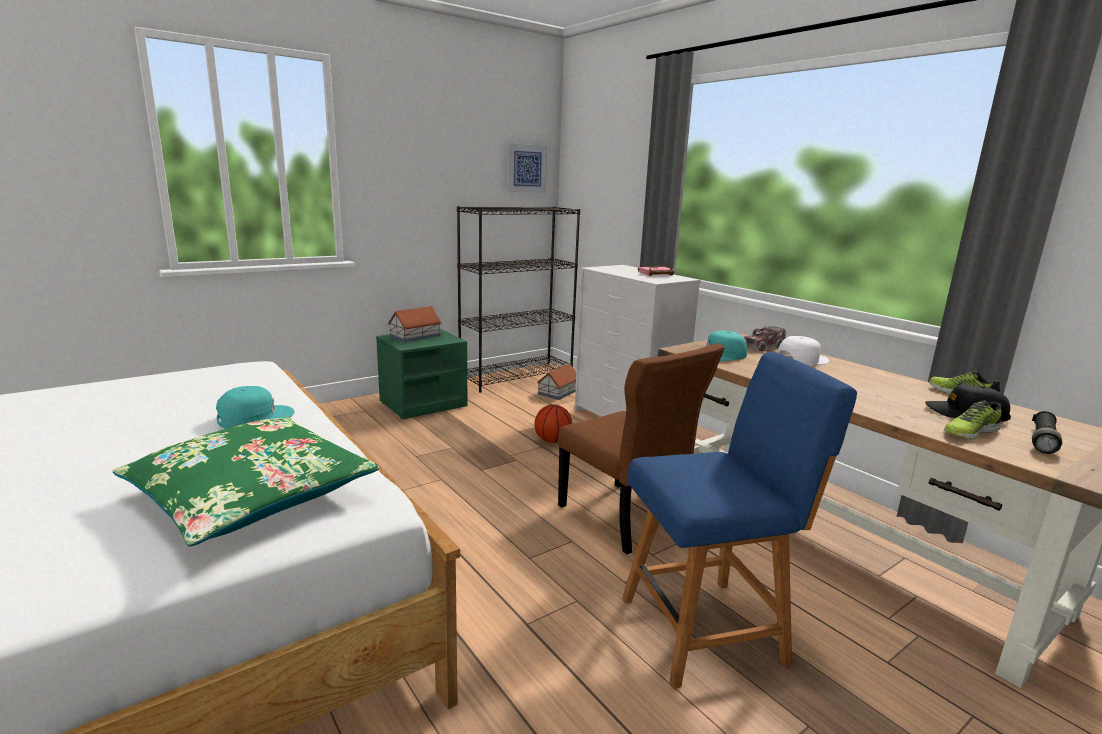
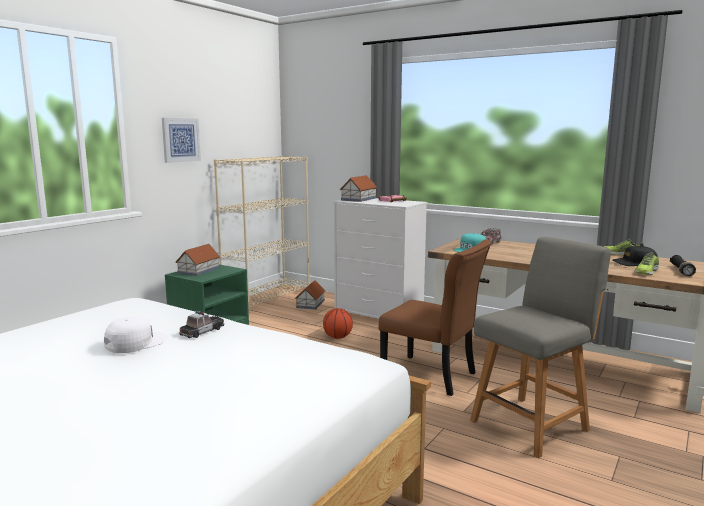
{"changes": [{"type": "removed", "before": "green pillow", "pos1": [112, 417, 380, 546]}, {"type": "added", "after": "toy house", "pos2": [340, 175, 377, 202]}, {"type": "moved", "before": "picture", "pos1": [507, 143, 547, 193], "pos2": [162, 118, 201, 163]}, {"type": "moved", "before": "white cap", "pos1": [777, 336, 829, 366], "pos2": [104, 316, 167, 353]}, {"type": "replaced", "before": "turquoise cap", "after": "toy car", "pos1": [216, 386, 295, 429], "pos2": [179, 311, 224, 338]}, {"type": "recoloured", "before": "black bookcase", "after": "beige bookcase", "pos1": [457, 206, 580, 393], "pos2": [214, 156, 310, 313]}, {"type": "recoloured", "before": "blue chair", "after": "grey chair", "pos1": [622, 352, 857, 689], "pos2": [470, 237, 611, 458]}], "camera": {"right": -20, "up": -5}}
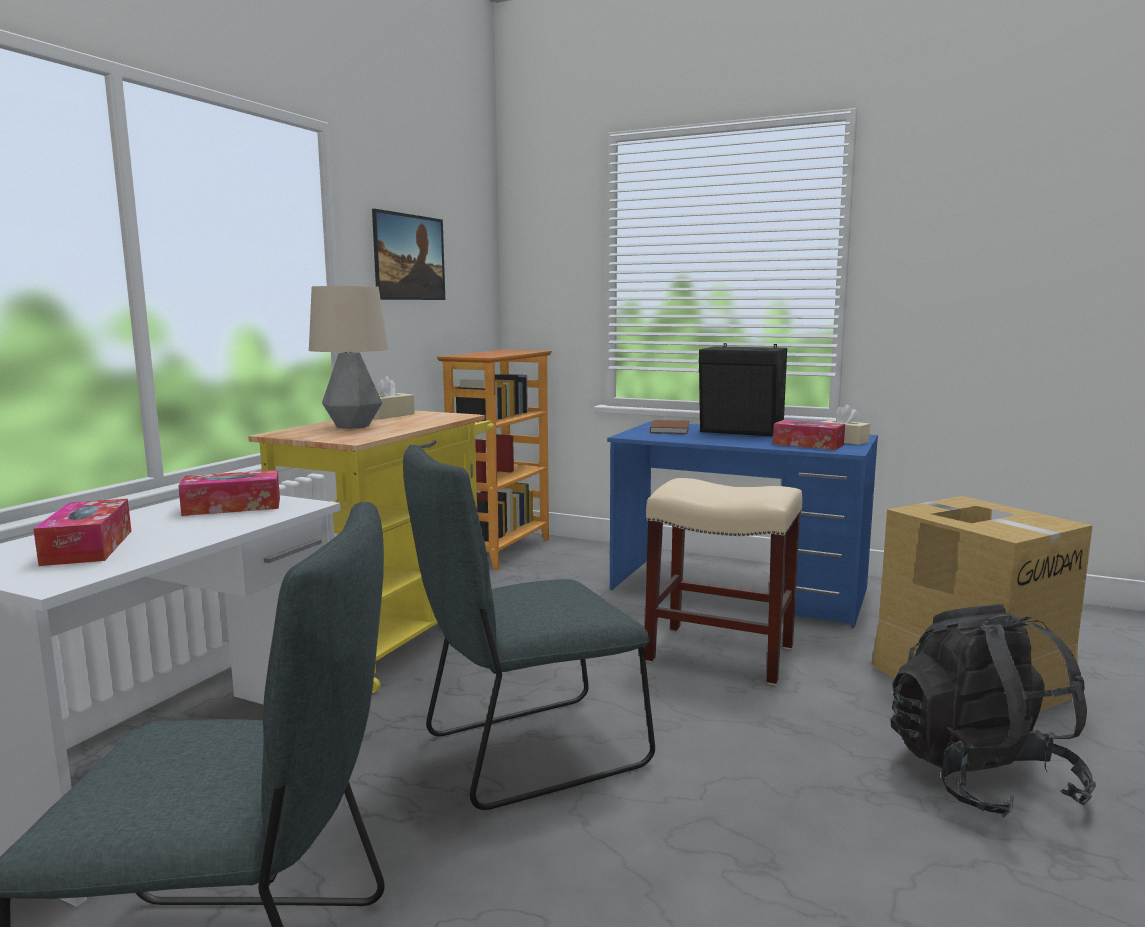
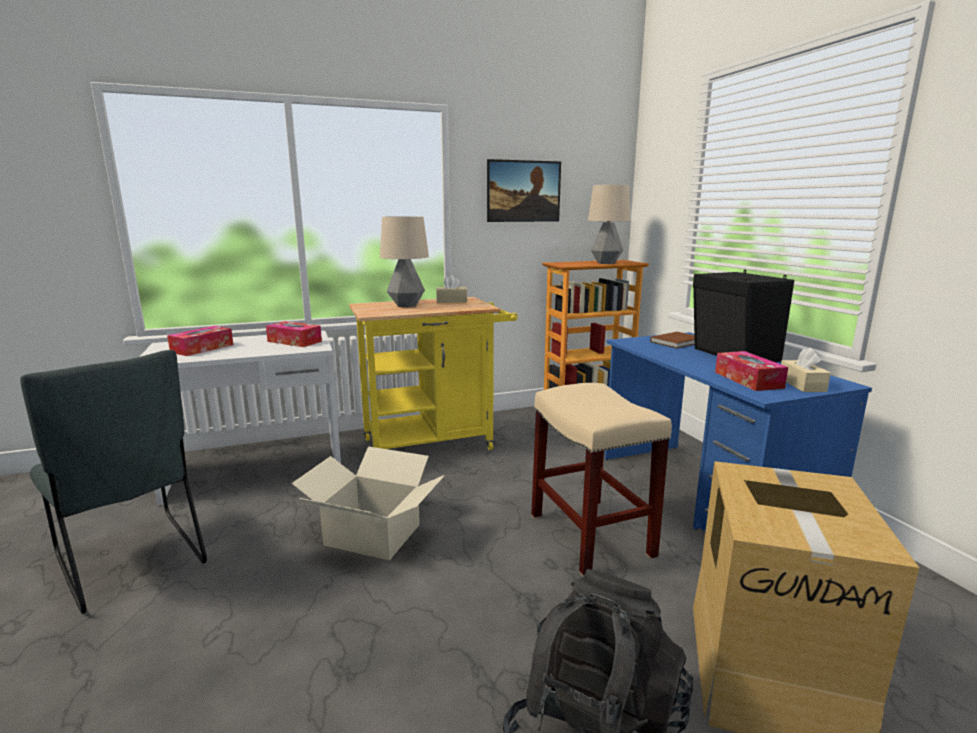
{"changes": [{"type": "added", "after": "table lamp", "pos2": [588, 185, 630, 264]}, {"type": "replaced", "before": "grey chair", "after": "cardboard box", "pos1": [403, 445, 655, 810], "pos2": [291, 446, 445, 560]}], "camera": {"right": 45, "up": 5}}
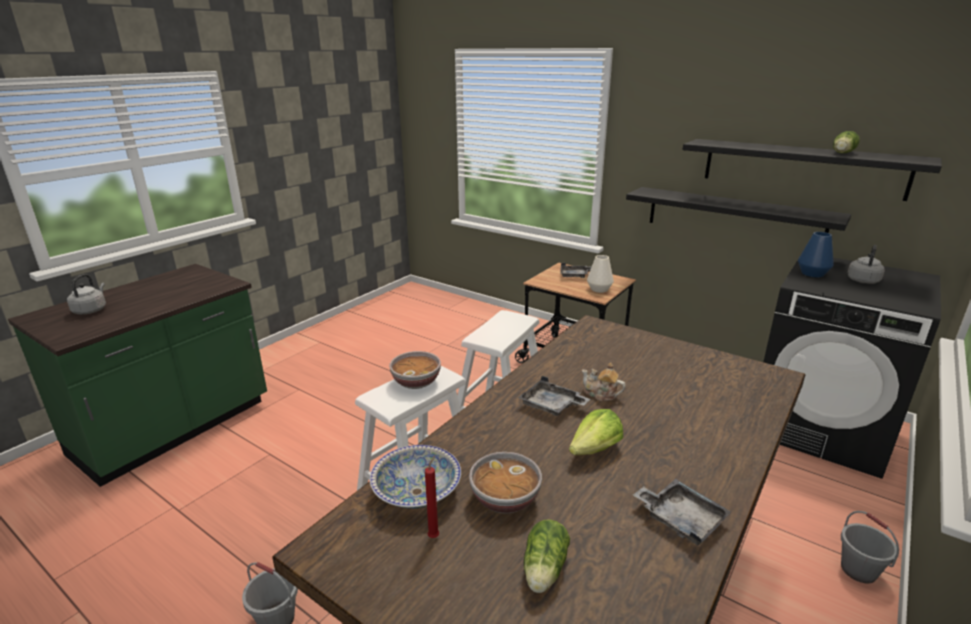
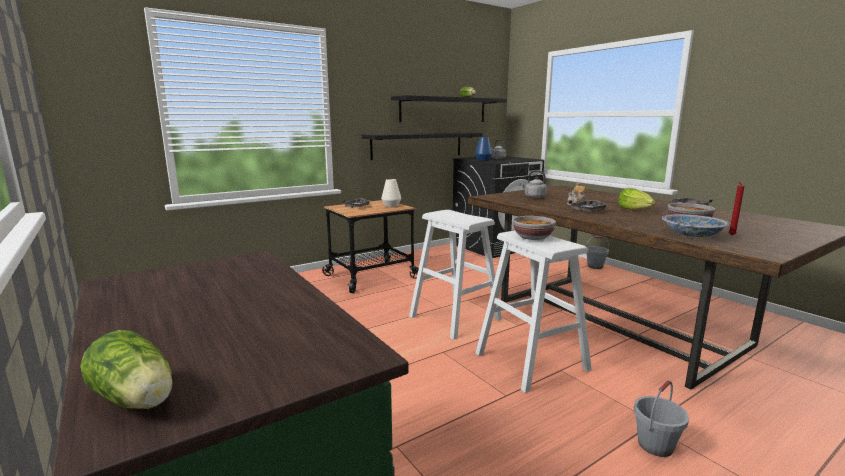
{"changes": [{"type": "moved", "before": "grey kettle", "pos1": [67, 274, 106, 315], "pos2": [520, 171, 547, 198]}, {"type": "moved", "before": "lettuce", "pos1": [524, 519, 570, 593], "pos2": [80, 330, 172, 409]}], "camera": {"right": -70, "up": -10}}
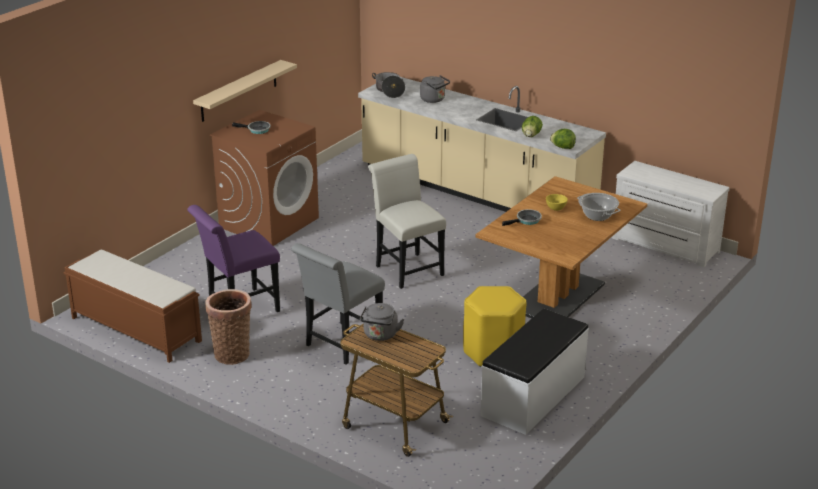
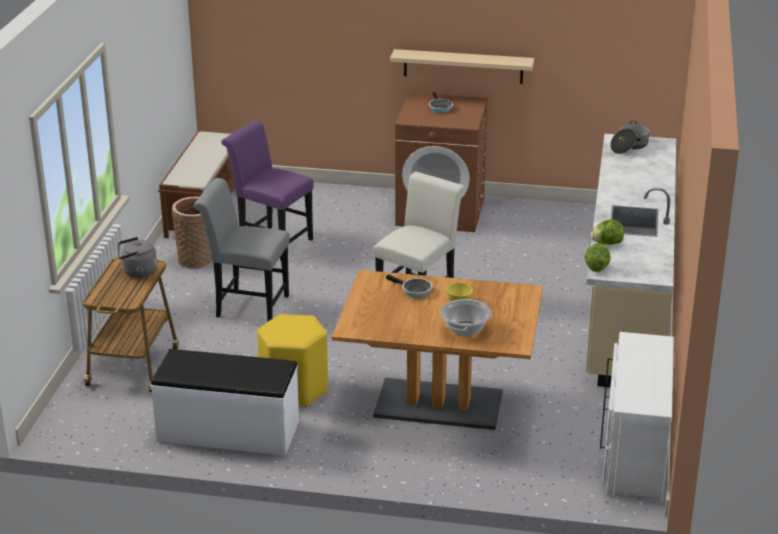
{"changes": [{"type": "removed", "before": "grey kettle", "pos1": [420, 75, 450, 103]}], "camera": {"right": 65, "up": 0}}
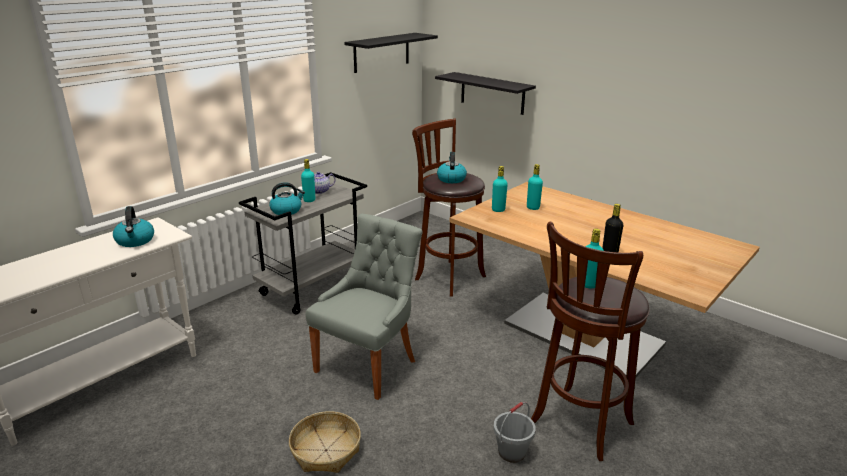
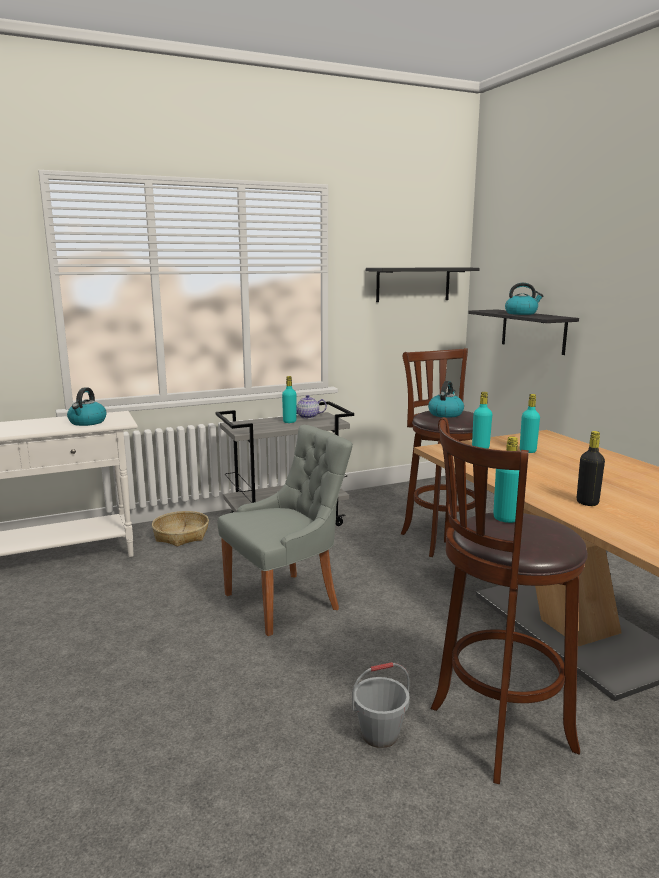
{"changes": [{"type": "moved", "before": "kettle", "pos1": [270, 182, 305, 215], "pos2": [505, 283, 544, 315]}, {"type": "moved", "before": "basket", "pos1": [289, 411, 361, 473], "pos2": [152, 511, 209, 546]}], "camera": {"right": 25, "up": -10}}
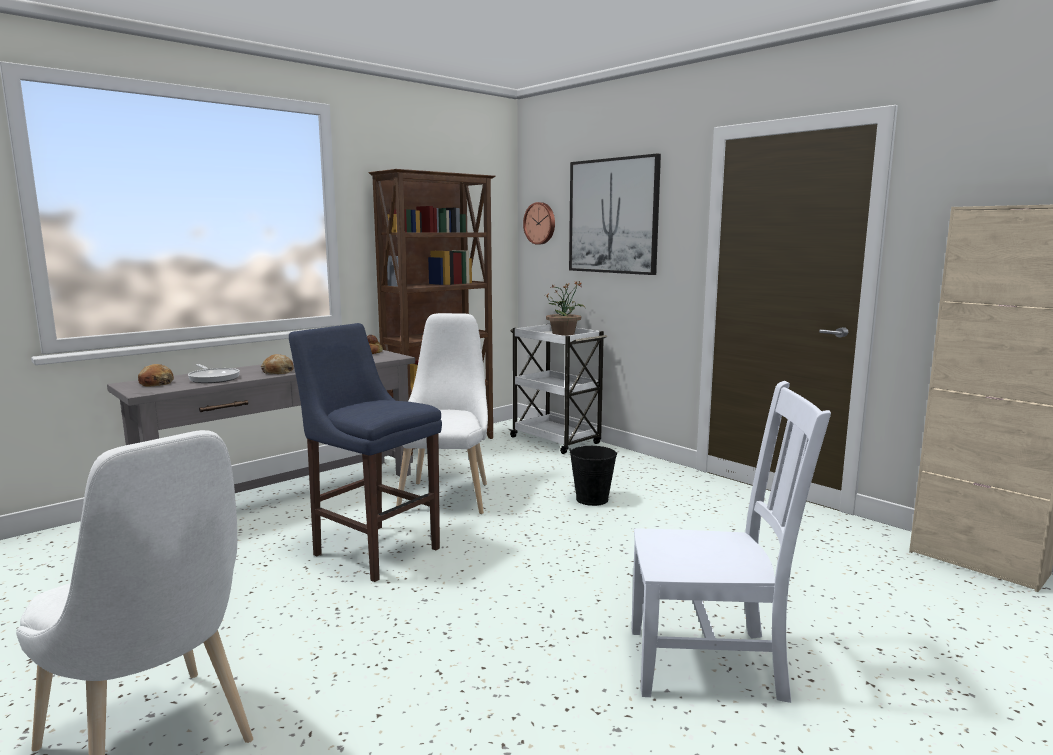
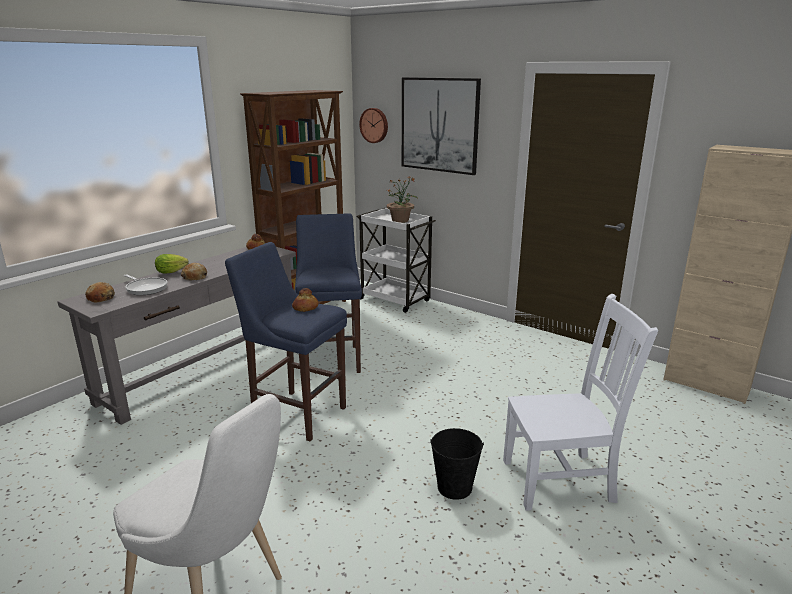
{"changes": [{"type": "added", "after": "lettuce", "pos2": [155, 254, 189, 274]}, {"type": "added", "after": "bread", "pos2": [292, 288, 319, 312]}, {"type": "moved", "before": "black bucket", "pos1": [569, 446, 617, 506], "pos2": [430, 428, 484, 500]}, {"type": "replaced", "before": "white chair", "after": "blue stool", "pos1": [396, 313, 488, 514], "pos2": [294, 213, 362, 373]}], "camera": {"right": -10, "up": 10}}
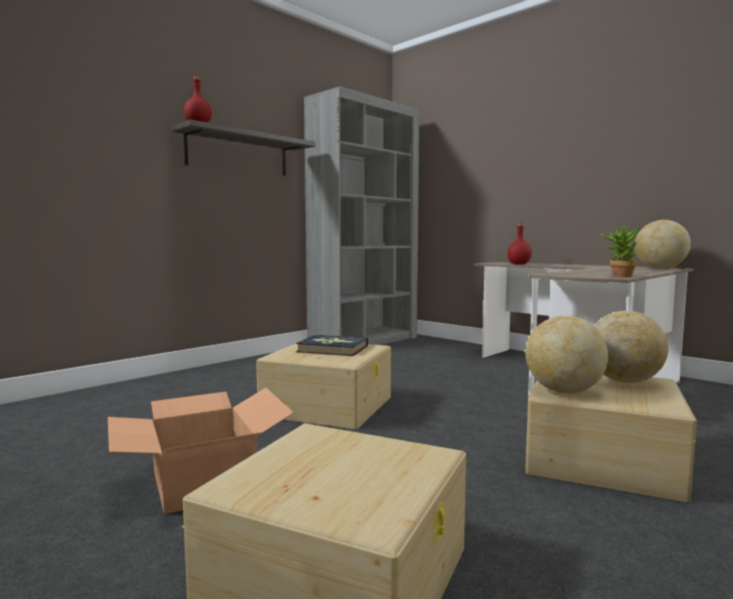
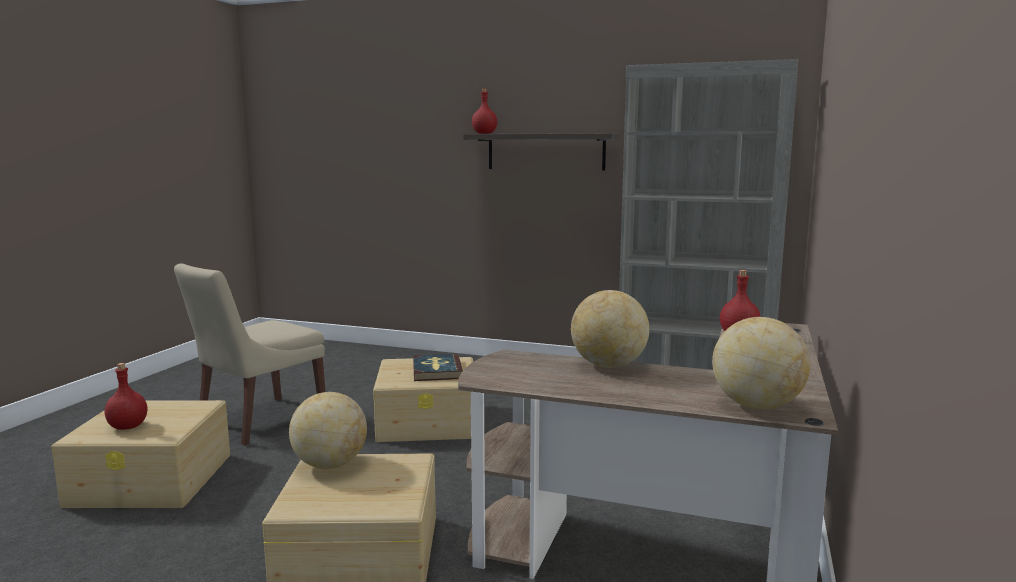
{"changes": [{"type": "removed", "before": "potted plant", "pos1": [601, 226, 640, 277]}, {"type": "added", "after": "red bottle", "pos2": [105, 363, 147, 430]}, {"type": "moved", "before": "globe", "pos1": [594, 311, 669, 383], "pos2": [571, 290, 649, 368]}, {"type": "replaced", "before": "cardboard box", "after": "beige chair", "pos1": [108, 388, 294, 514], "pos2": [174, 263, 325, 445]}], "camera": {"right": 65, "up": 5}}
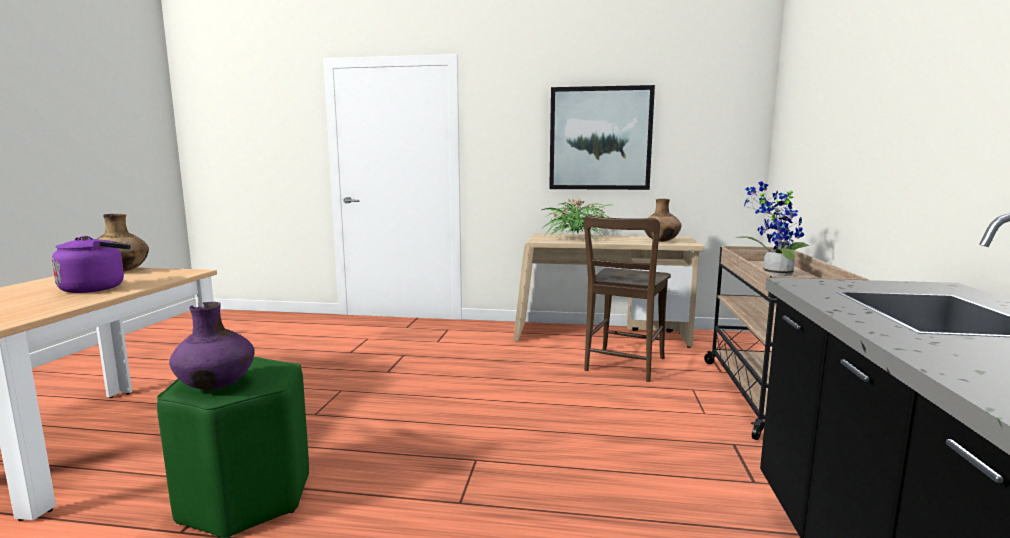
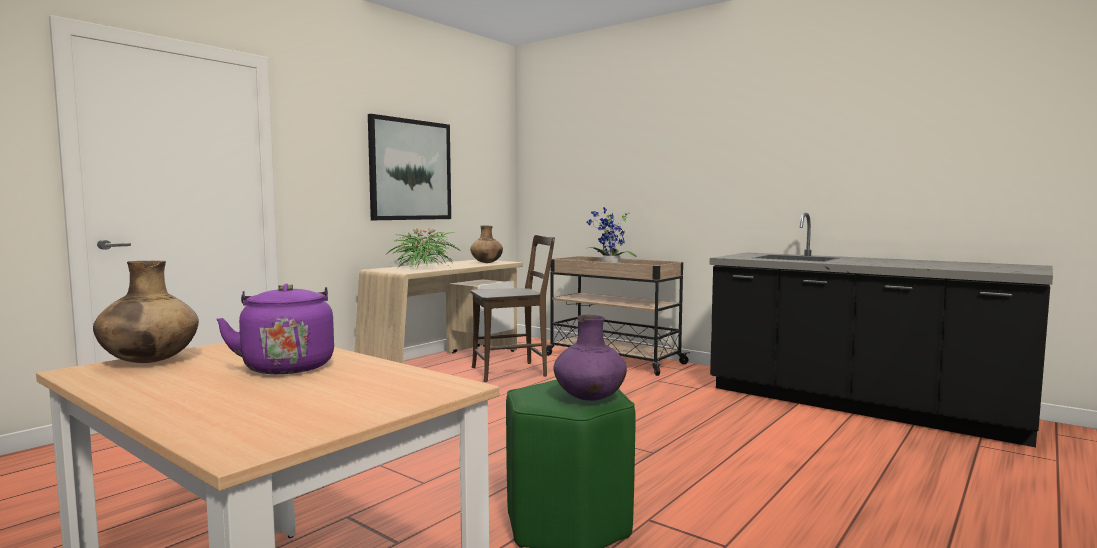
{"changes": [{"type": "turned", "before": "brown chair", "pos1": [584, 216, 671, 382], "pos2": [471, 235, 555, 382], "turn": -75}], "camera": {"right": -60, "up": -5}}
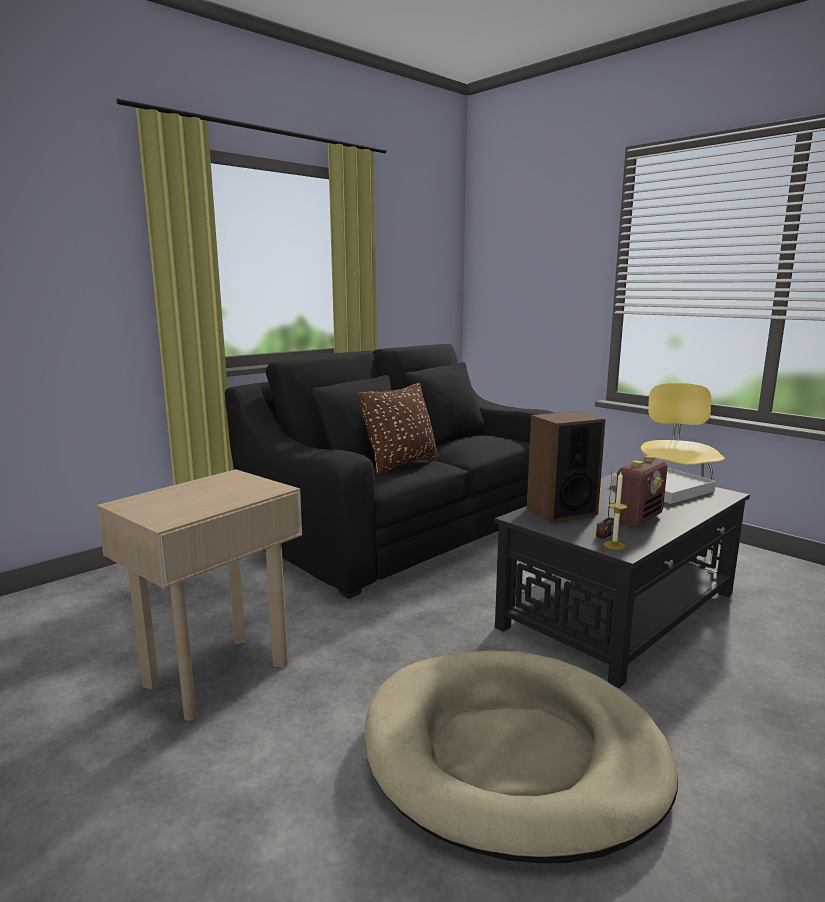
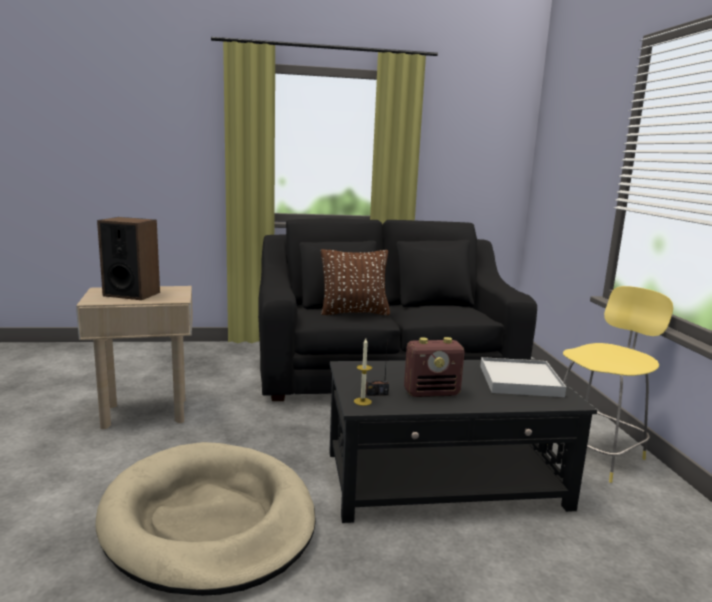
{"changes": [{"type": "moved", "before": "speaker", "pos1": [527, 411, 606, 523], "pos2": [97, 217, 160, 300]}], "camera": {"right": 35, "up": 0}}
